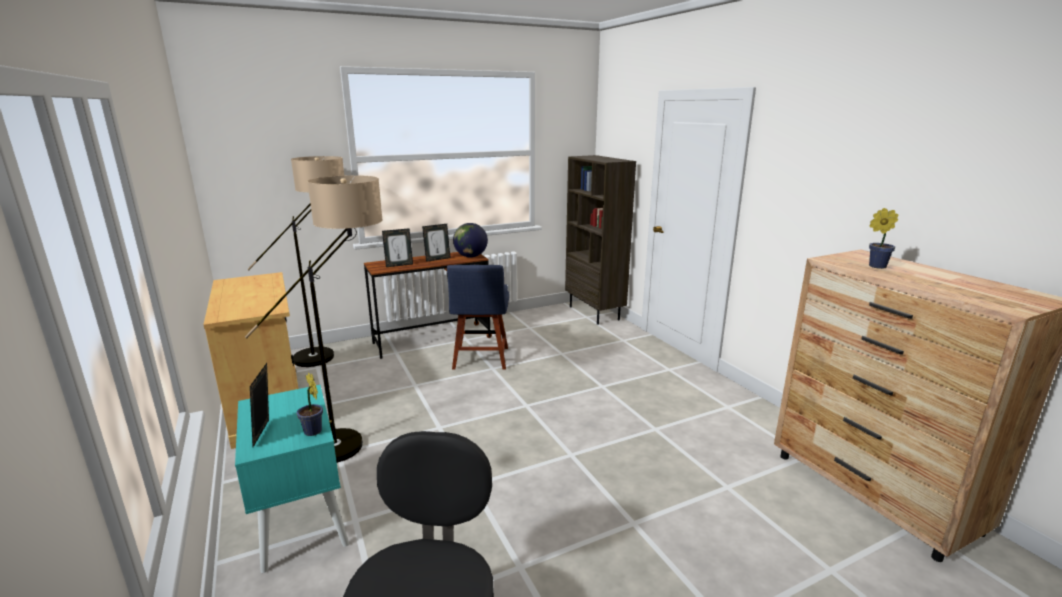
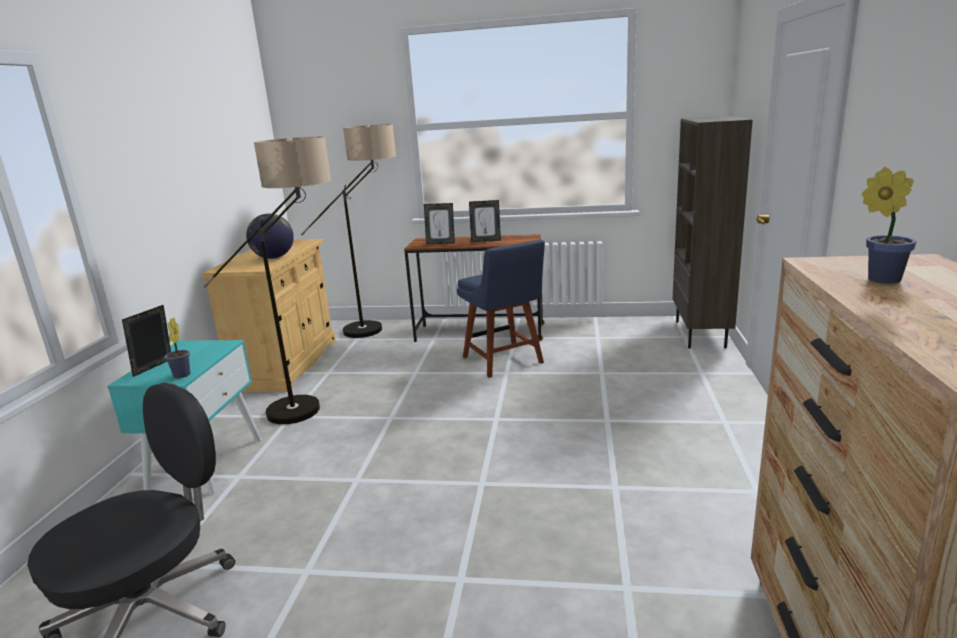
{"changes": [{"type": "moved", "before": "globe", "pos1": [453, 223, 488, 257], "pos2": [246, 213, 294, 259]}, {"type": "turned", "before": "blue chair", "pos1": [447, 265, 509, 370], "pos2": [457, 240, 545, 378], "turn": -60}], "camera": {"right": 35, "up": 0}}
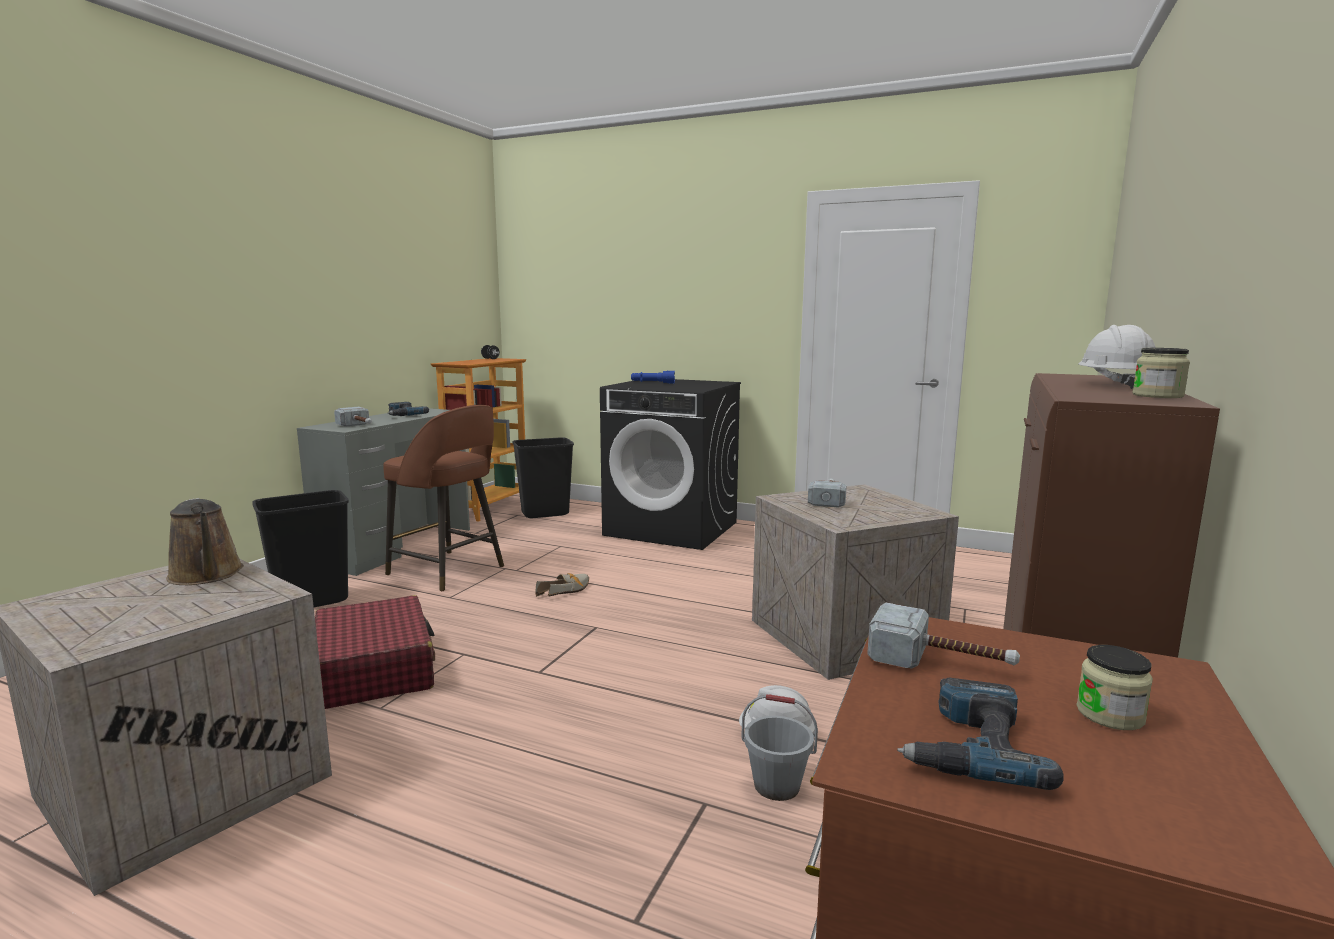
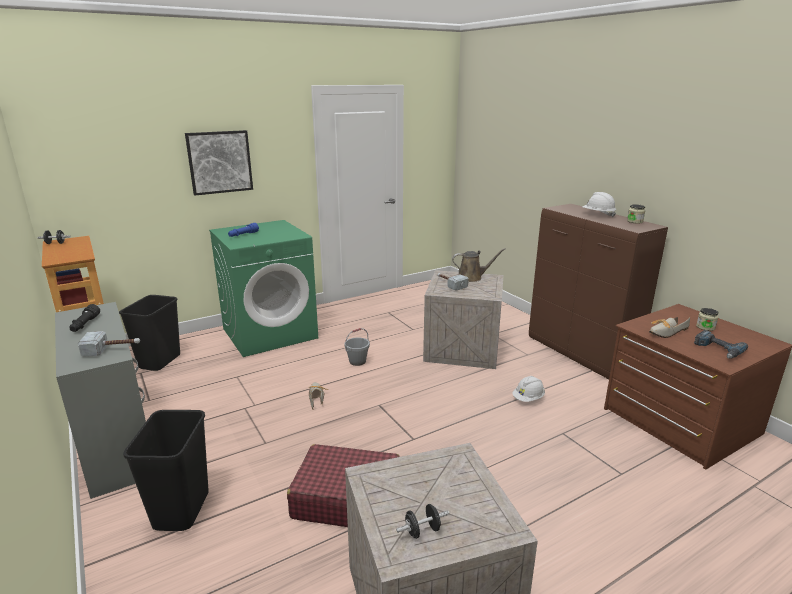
{"changes": [{"type": "removed", "before": "brown stool", "pos1": [383, 405, 504, 591]}, {"type": "added", "after": "picture", "pos2": [185, 130, 253, 196]}, {"type": "added", "after": "black dumbbell", "pos2": [396, 504, 449, 539]}, {"type": "moved", "before": "brown watering can", "pos1": [166, 498, 244, 585], "pos2": [452, 248, 506, 282]}, {"type": "moved", "before": "grey bucket", "pos1": [741, 694, 818, 801], "pos2": [345, 328, 370, 366]}, {"type": "replaced", "before": "power drill", "after": "black flashlight", "pos1": [388, 402, 429, 416], "pos2": [69, 304, 100, 332]}, {"type": "replaced", "before": "hammer", "after": "shoe", "pos1": [867, 602, 1020, 669], "pos2": [649, 317, 690, 338]}, {"type": "recoloured", "before": "black washing machine", "after": "green washing machine", "pos1": [600, 379, 741, 550], "pos2": [209, 220, 318, 357]}], "camera": {"right": -55, "up": 10}}
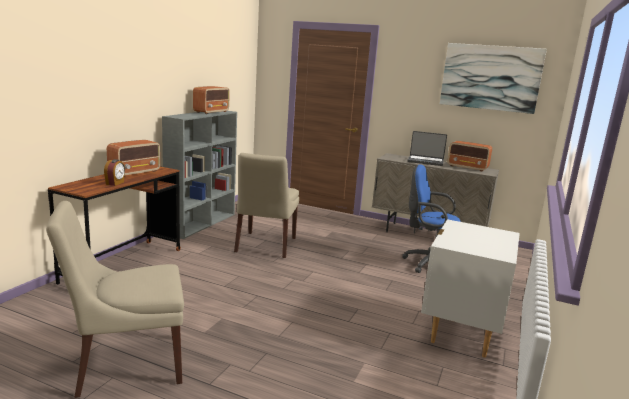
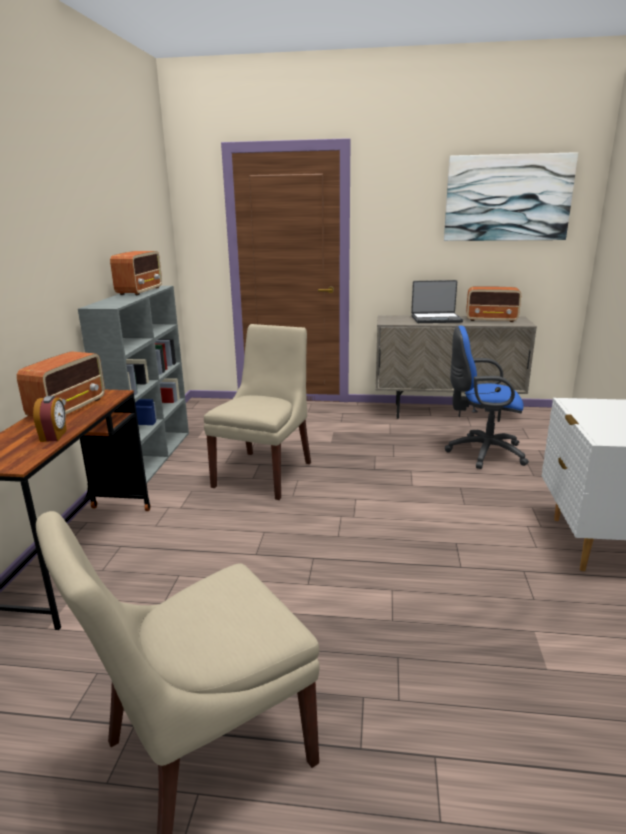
{"changes": [{"type": "turned", "before": "beige chair", "pos1": [234, 153, 299, 258], "pos2": [204, 324, 311, 500], "turn": -150}], "camera": {"right": -15, "up": 5}}
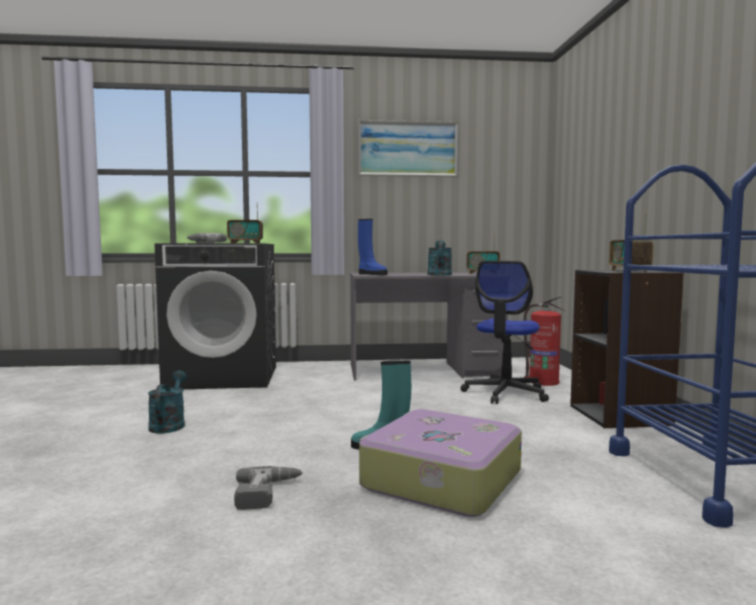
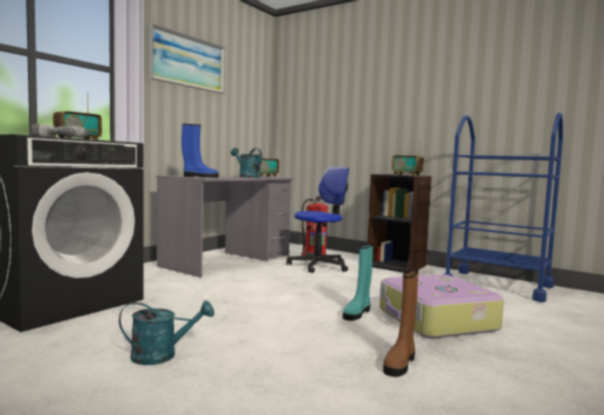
{"changes": [{"type": "replaced", "before": "power drill", "after": "brown boot", "pos1": [234, 466, 303, 510], "pos2": [383, 270, 419, 377]}, {"type": "turned", "before": "turquoise watering can", "pos1": [148, 371, 187, 434], "pos2": [119, 301, 214, 365], "turn": 135}, {"type": "turned", "before": "office chair", "pos1": [461, 261, 549, 404], "pos2": [286, 167, 349, 273], "turn": -105}], "camera": {"right": -50, "up": 0}}
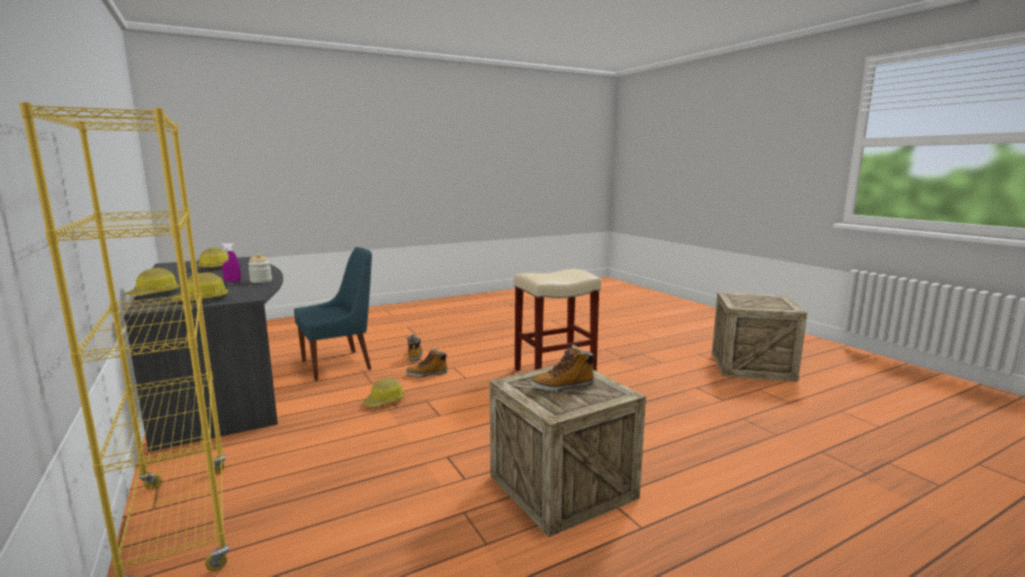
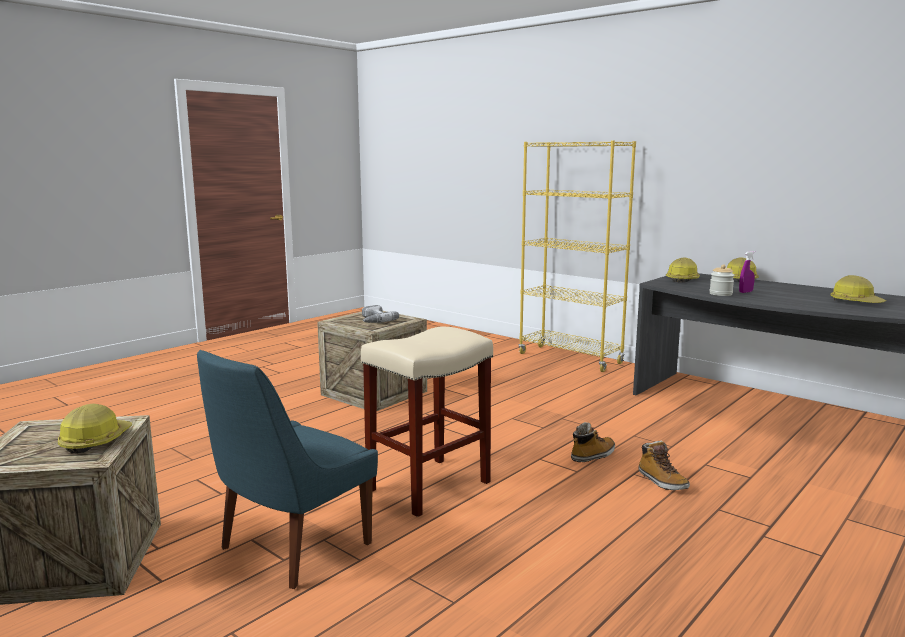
{"changes": [{"type": "moved", "before": "blue chair", "pos1": [294, 247, 372, 381], "pos2": [197, 350, 378, 589]}, {"type": "moved", "before": "hard hat", "pos1": [362, 377, 404, 407], "pos2": [58, 404, 132, 453]}, {"type": "replaced", "before": "boot", "after": "power drill", "pos1": [531, 344, 595, 392], "pos2": [362, 305, 399, 323]}], "camera": {"right": 160, "up": 0}}
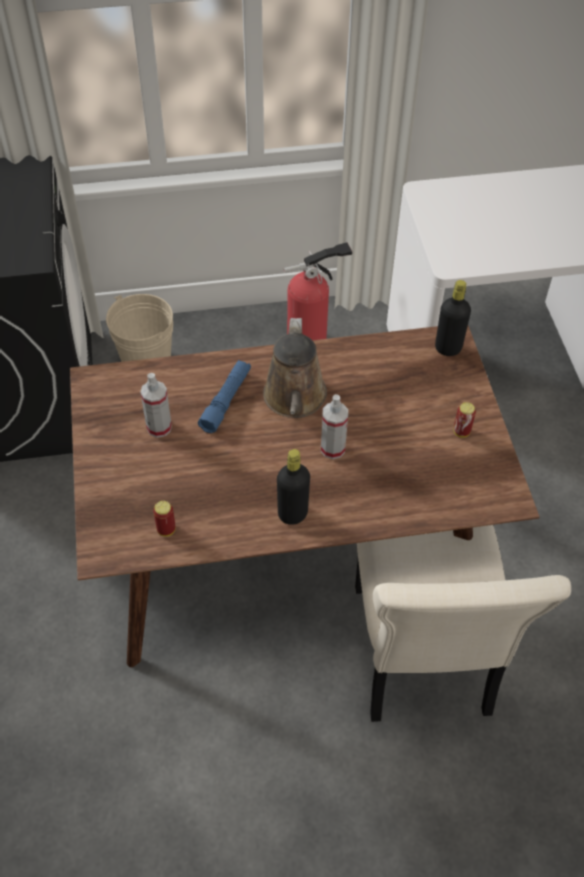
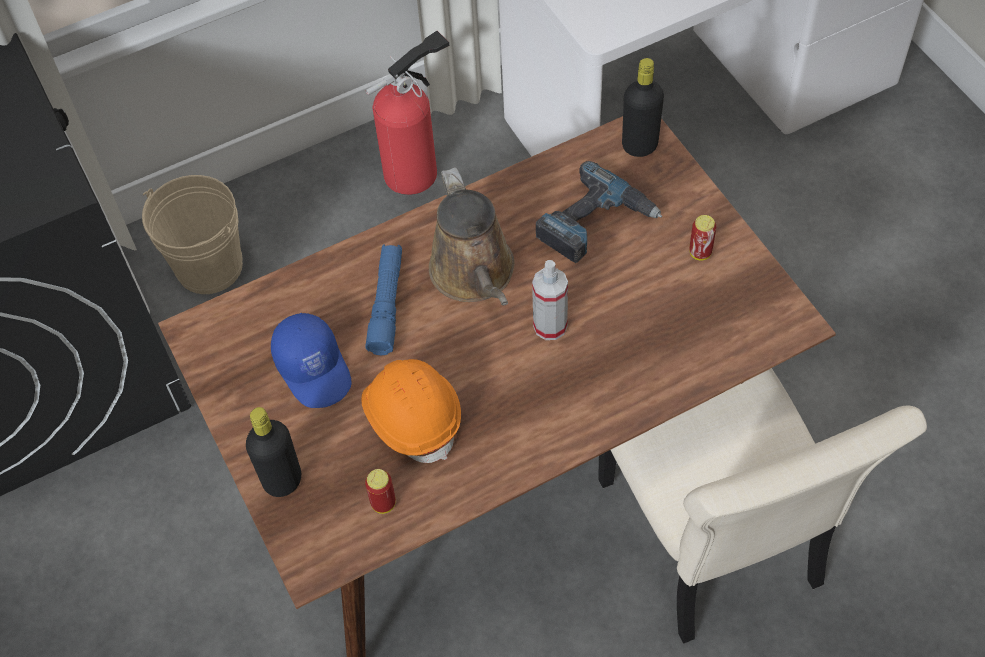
{"changes": [{"type": "added", "after": "orange hard hat", "pos2": [362, 359, 461, 463]}, {"type": "added", "after": "power drill", "pos2": [536, 161, 662, 263]}, {"type": "moved", "before": "black bottle", "pos1": [277, 449, 310, 525], "pos2": [246, 407, 301, 497]}, {"type": "replaced", "before": "spray bottle", "after": "blue cap", "pos1": [140, 373, 172, 438], "pos2": [271, 313, 352, 408]}], "camera": {"right": -15, "up": 5}}
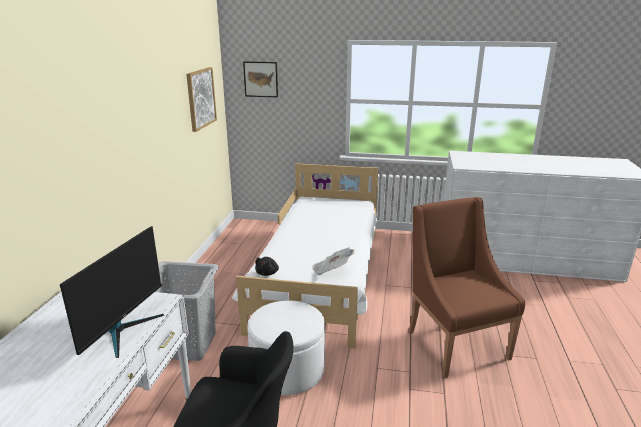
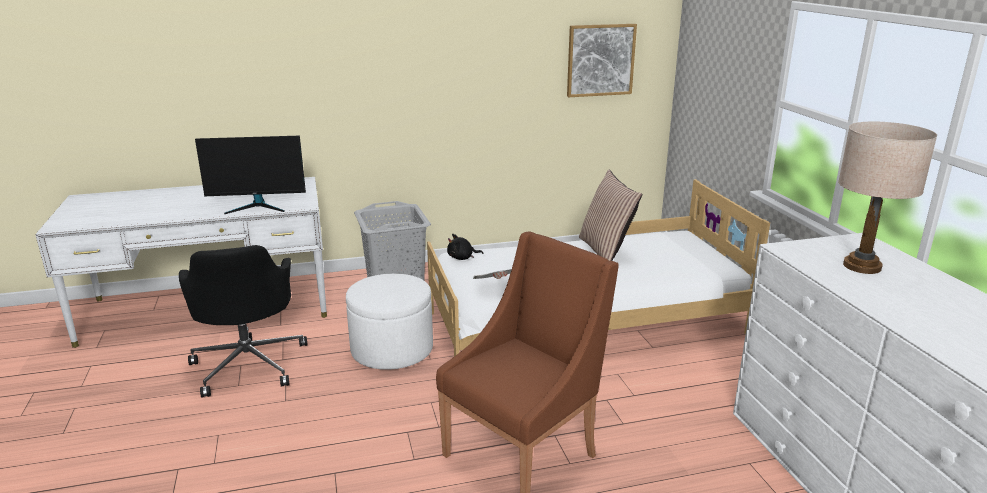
{"changes": [{"type": "removed", "before": "picture", "pos1": [243, 61, 278, 97]}, {"type": "added", "after": "pillow", "pos2": [579, 170, 642, 261]}, {"type": "added", "after": "beige table lamp", "pos2": [838, 122, 937, 274]}], "camera": {"right": 65, "up": 0}}
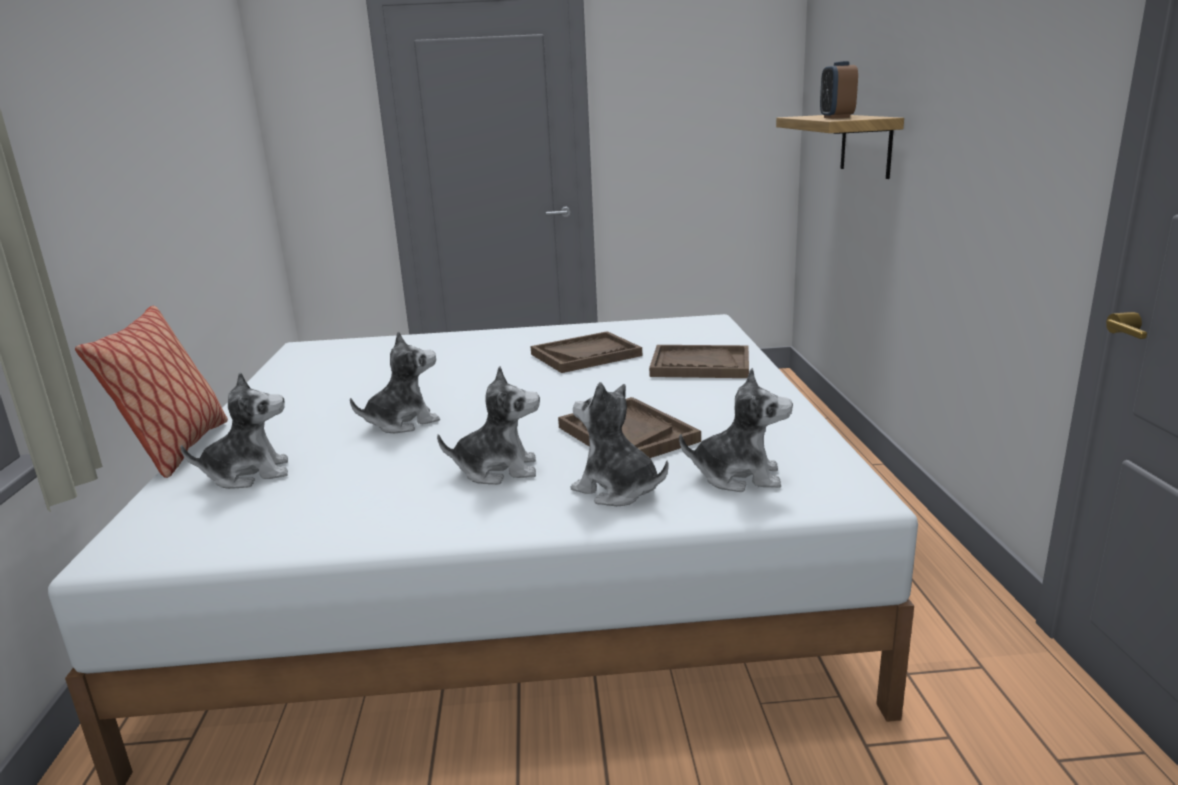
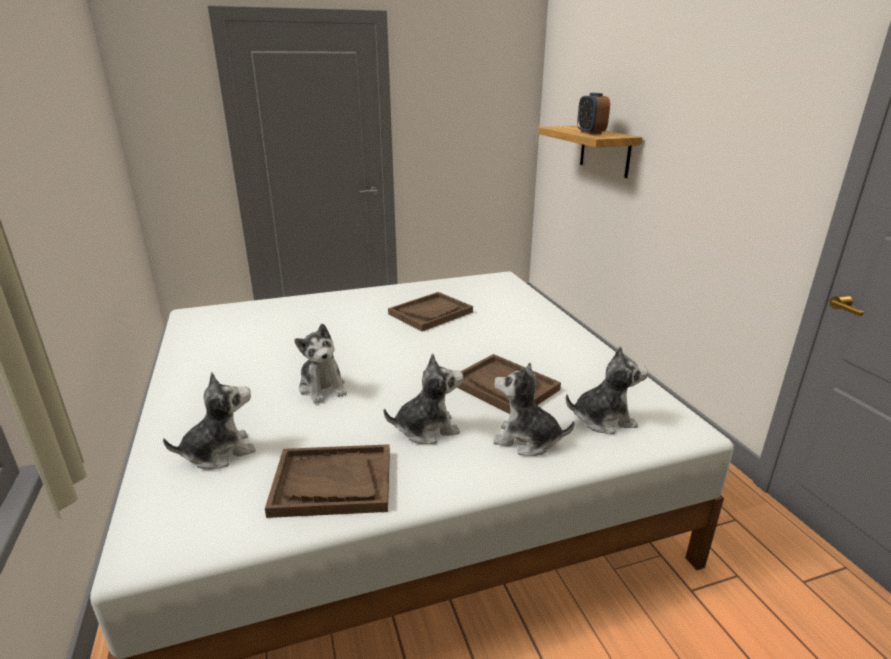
{"changes": [{"type": "removed", "before": "pillow", "pos1": [75, 306, 228, 478]}, {"type": "moved", "before": "brown tray", "pos1": [649, 345, 749, 378], "pos2": [265, 444, 390, 518]}, {"type": "turned", "before": "plush toy", "pos1": [350, 331, 440, 433], "pos2": [294, 323, 347, 404], "turn": 105}], "camera": {"right": -15, "up": 5}}
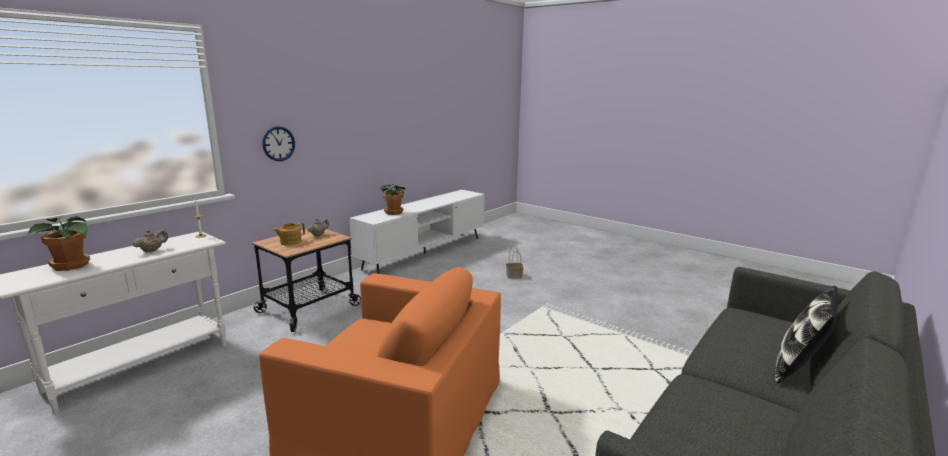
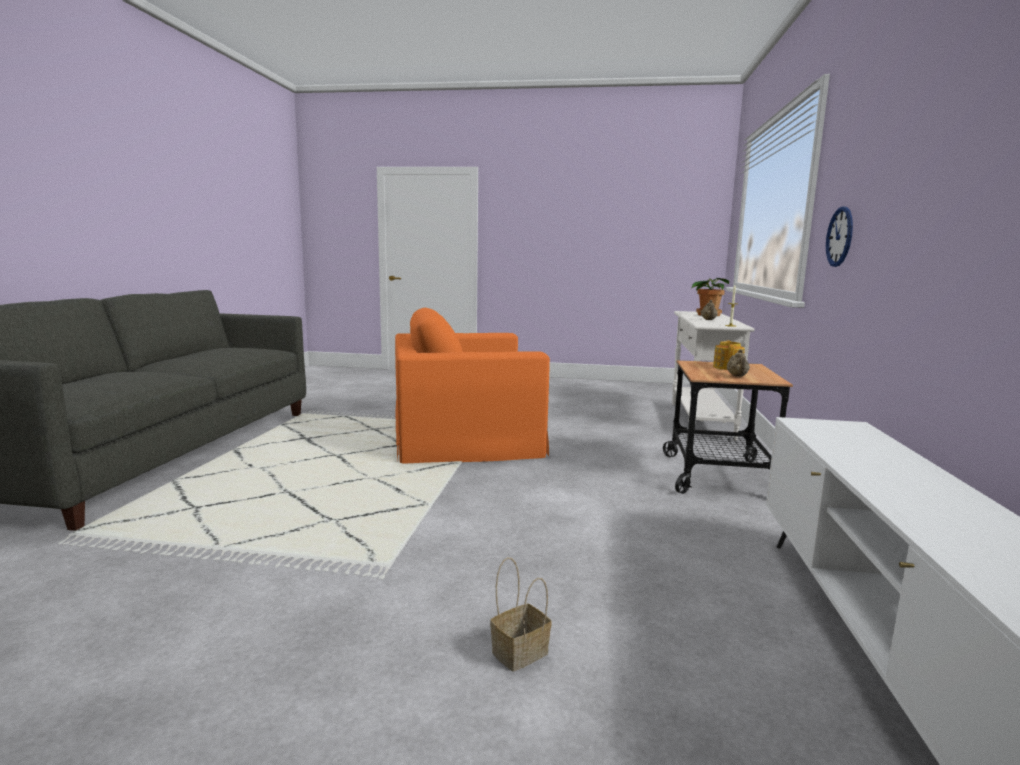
{"changes": [{"type": "removed", "before": "potted plant", "pos1": [380, 184, 405, 215]}, {"type": "removed", "before": "pillow", "pos1": [775, 286, 838, 383]}], "camera": {"right": 150, "up": -5}}
